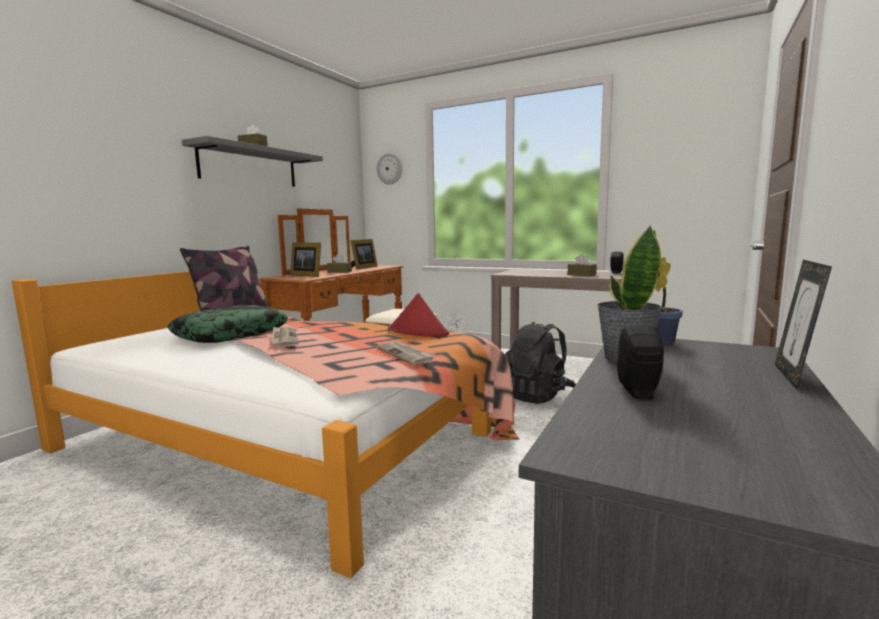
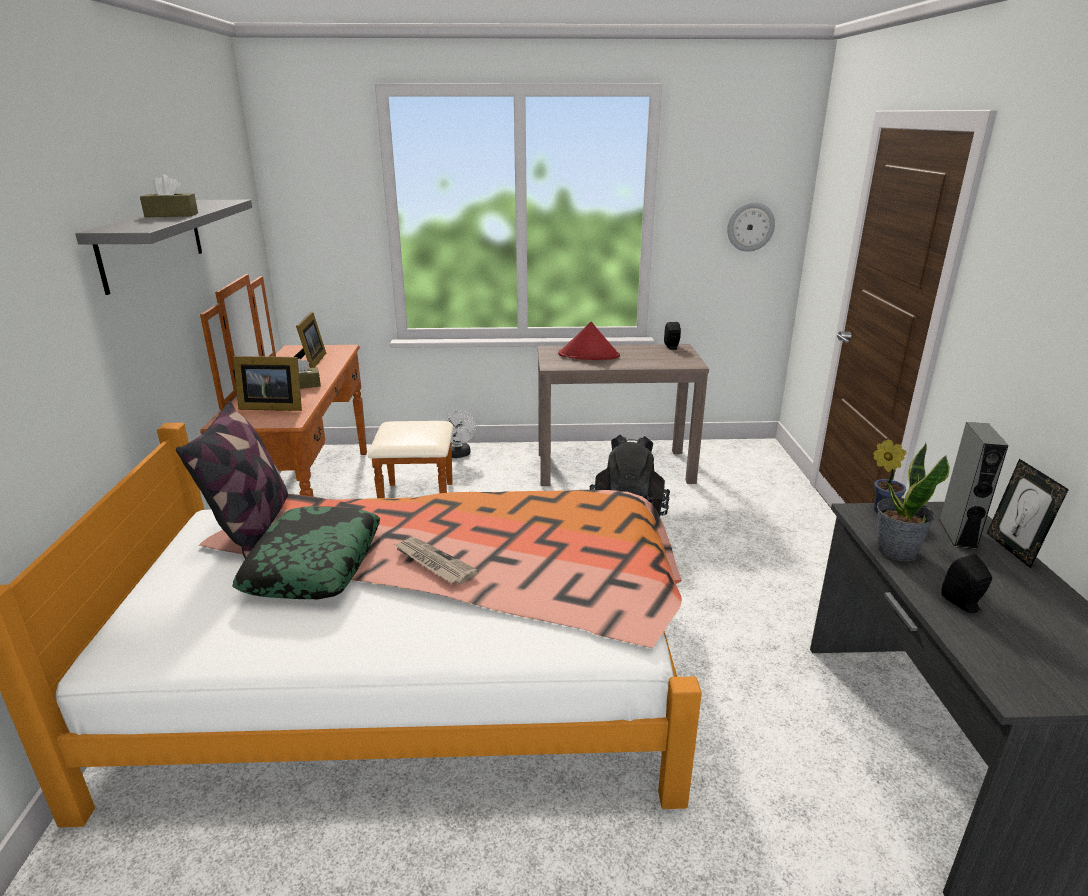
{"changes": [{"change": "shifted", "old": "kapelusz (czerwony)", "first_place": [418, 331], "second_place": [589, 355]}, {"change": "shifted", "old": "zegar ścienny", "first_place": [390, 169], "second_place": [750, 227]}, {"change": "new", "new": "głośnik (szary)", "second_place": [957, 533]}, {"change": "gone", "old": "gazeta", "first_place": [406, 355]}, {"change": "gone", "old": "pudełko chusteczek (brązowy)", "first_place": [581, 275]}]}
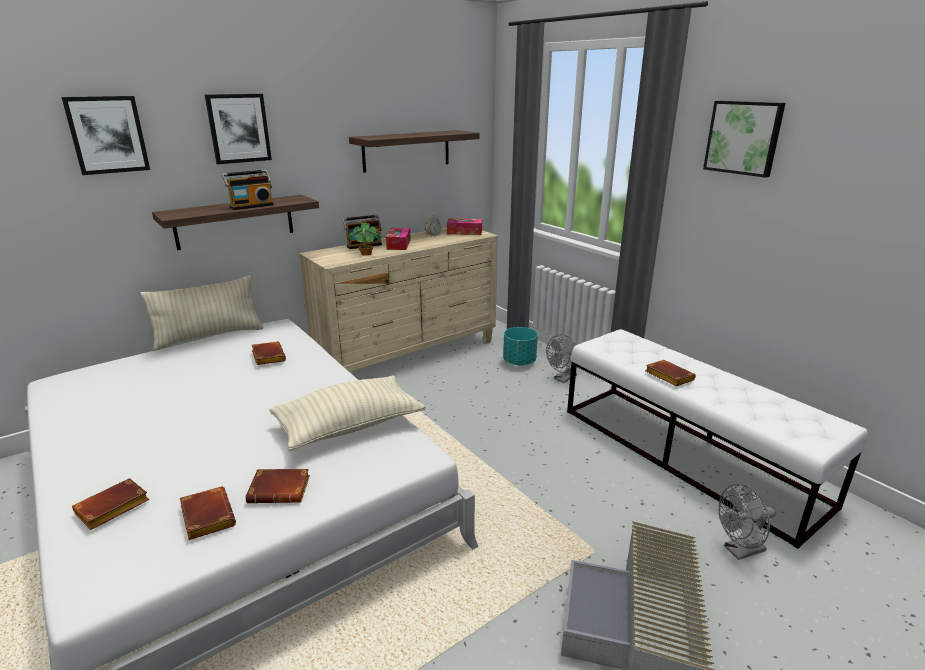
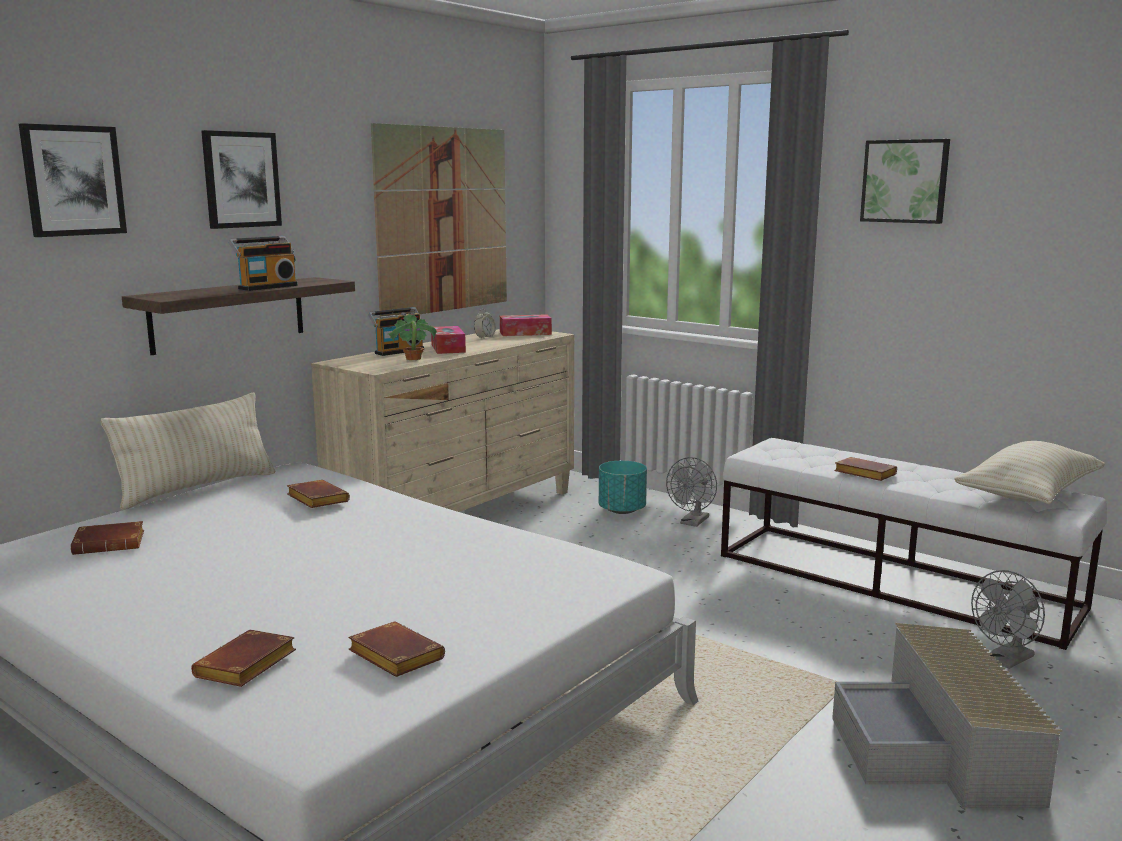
{"changes": [{"change": "shifted", "old": "książka (brązowy)", "first_place": [281, 490], "second_place": [111, 544]}, {"change": "swapped", "old": "półka", "new": "obraz", "first_place": [406, 150], "second_place": [444, 220]}, {"change": "shifted", "old": "poduszka (beżowy)", "first_place": [349, 426], "second_place": [1028, 495]}]}
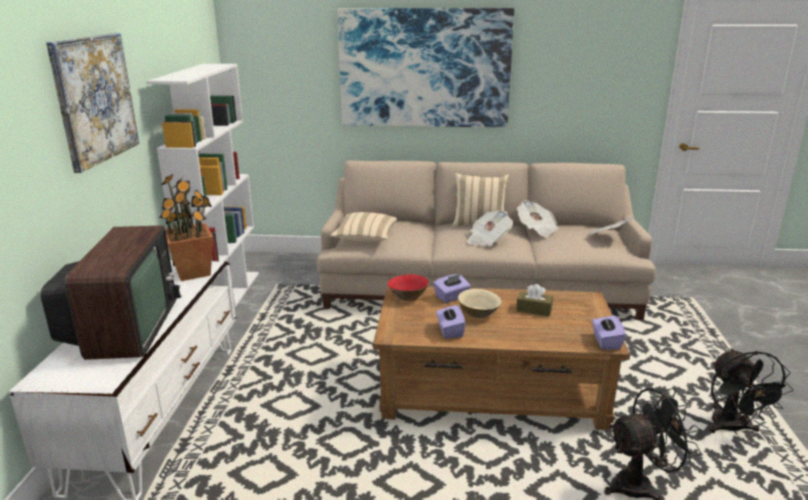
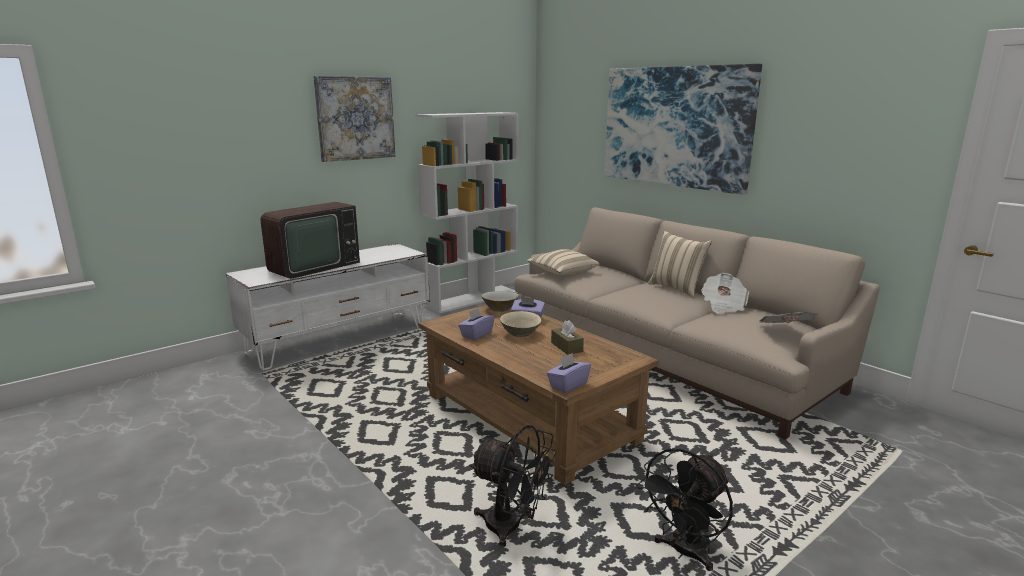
{"changes": [{"change": "repainted", "old": "miska (czerwony)", "new": "miska (beżowy)", "first_place": [408, 296], "second_place": [500, 309]}, {"change": "gone", "old": "roślina doniczkowa", "first_place": [194, 272]}, {"change": "gone", "old": "gazeta", "first_place": [488, 240]}]}
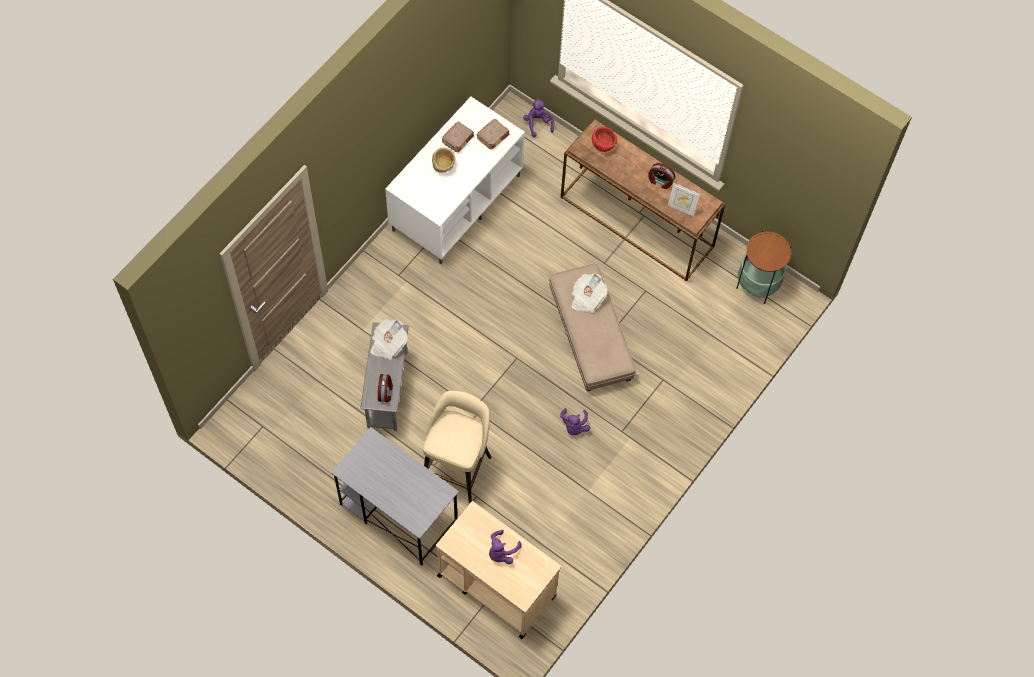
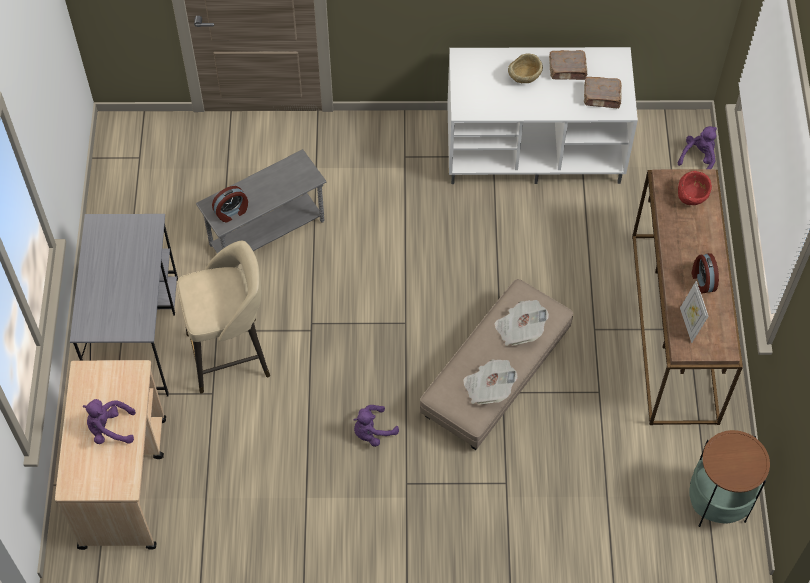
{"changes": [{"change": "shifted", "old": "gazeta", "first_place": [388, 344], "second_place": [488, 388]}]}
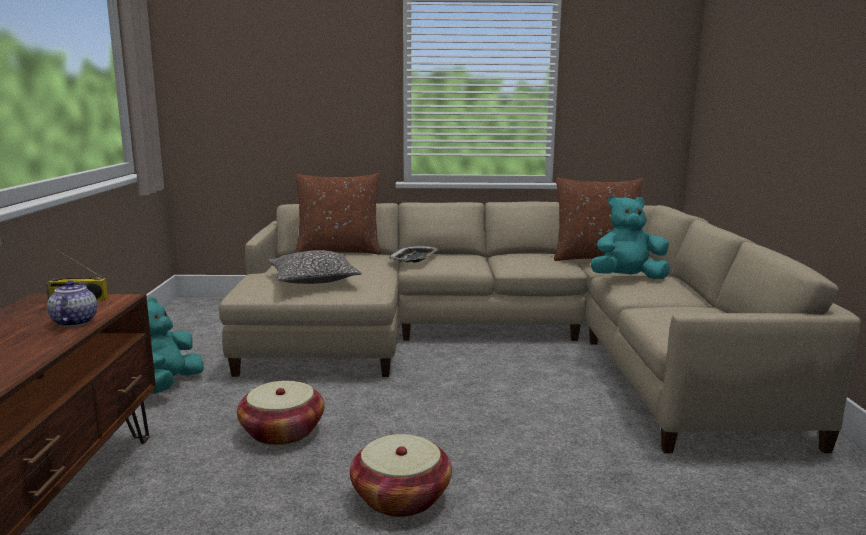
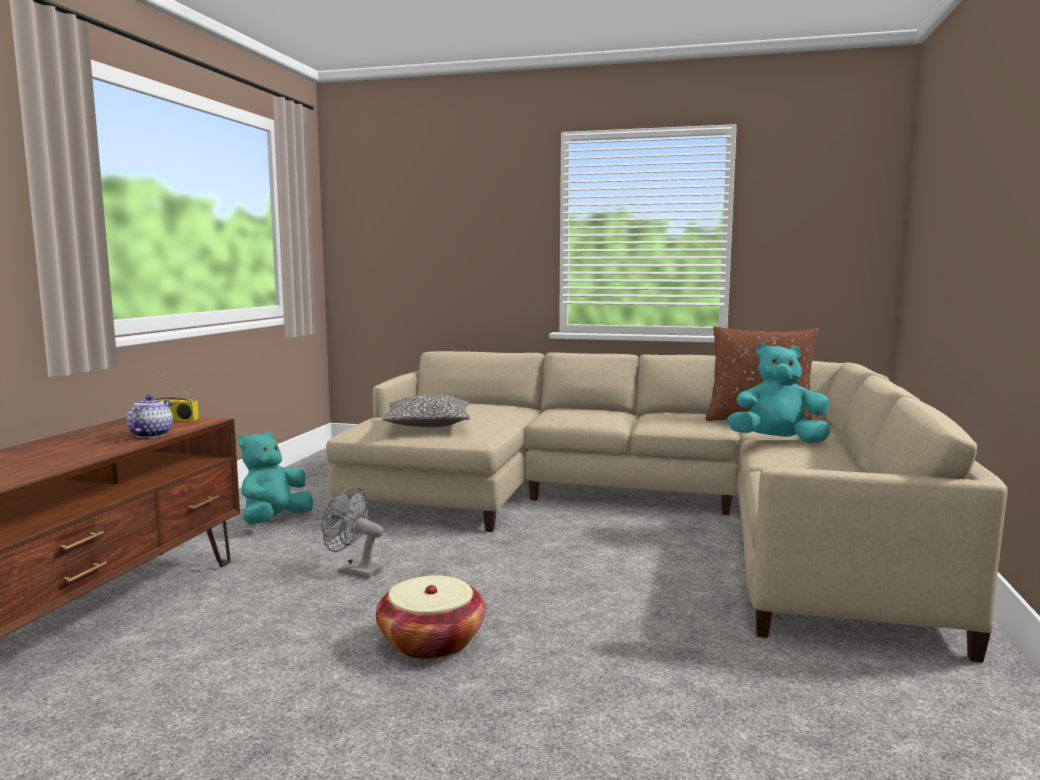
{"changes": [{"change": "swapped", "old": "koszyk", "new": "wentylator (szary)", "first_place": [282, 432], "second_place": [353, 571]}, {"change": "gone", "old": "poduszka (brązowy)", "first_place": [338, 252]}, {"change": "gone", "old": "taca", "first_place": [415, 258]}]}
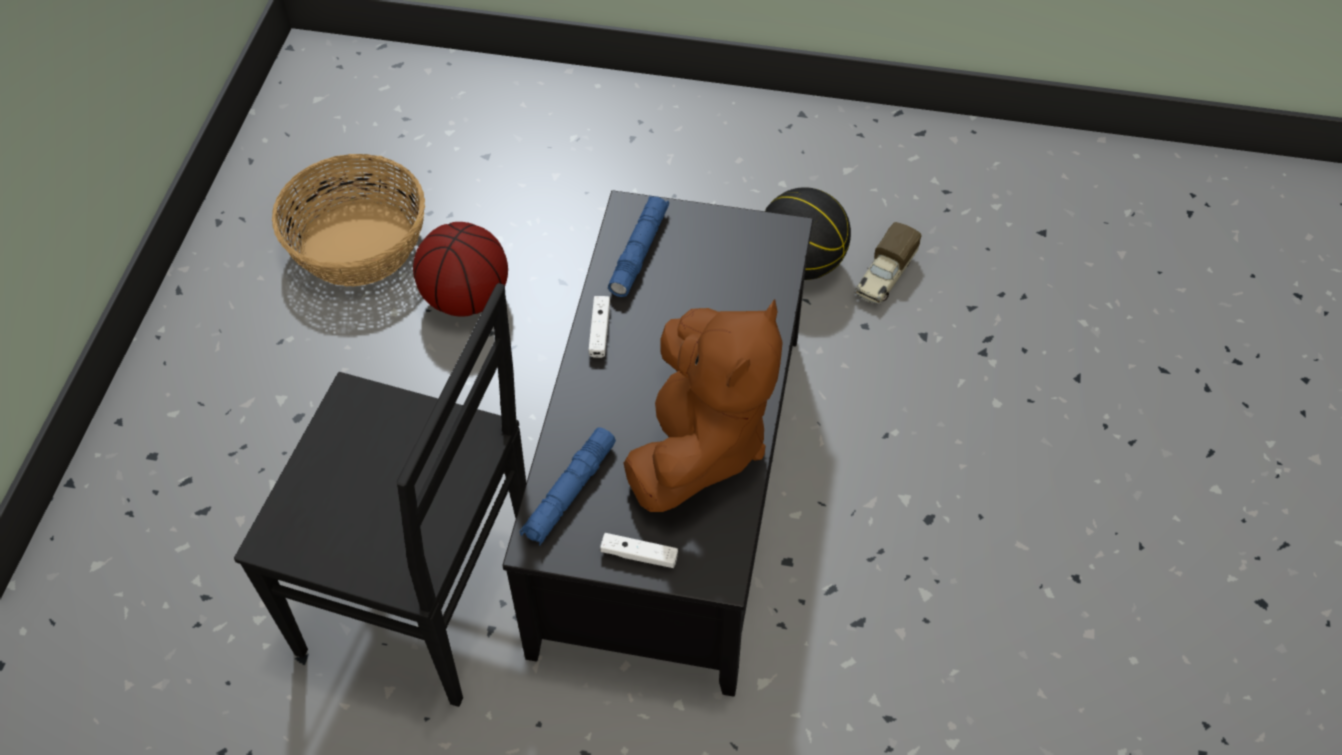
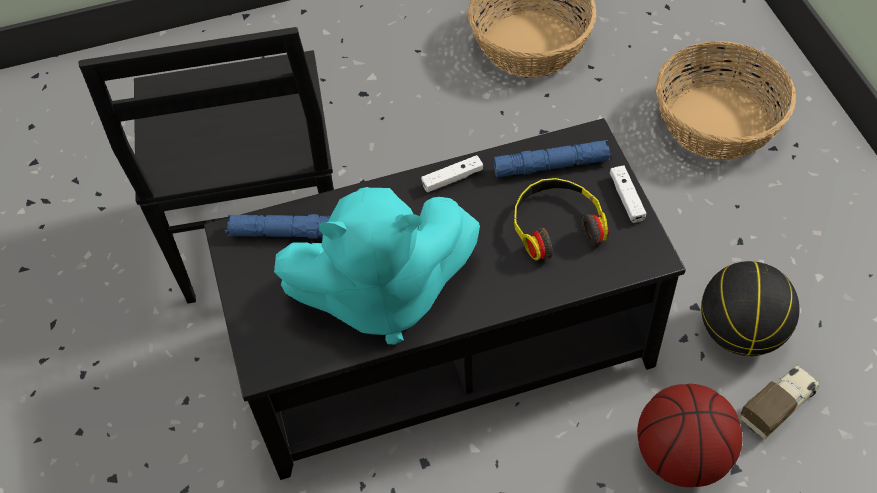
{"changes": [{"change": "repainted", "old": "pluszak (brązowy)", "new": "pluszak (turkusowy)", "first_place": [699, 444], "second_place": [382, 295]}, {"change": "new", "new": "słuchawki", "second_place": [556, 225]}, {"change": "shifted", "old": "pad do gier (biały)", "first_place": [639, 555], "second_place": [626, 198]}, {"change": "shifted", "old": "piłka do koszykówki", "first_place": [467, 297], "second_place": [682, 456]}, {"change": "new", "new": "koszyk", "second_place": [718, 123]}, {"change": "rotated", "old": "ciężarówka zabawkowa", "first_place": [884, 277], "second_place": [778, 406], "degrees": 135}]}
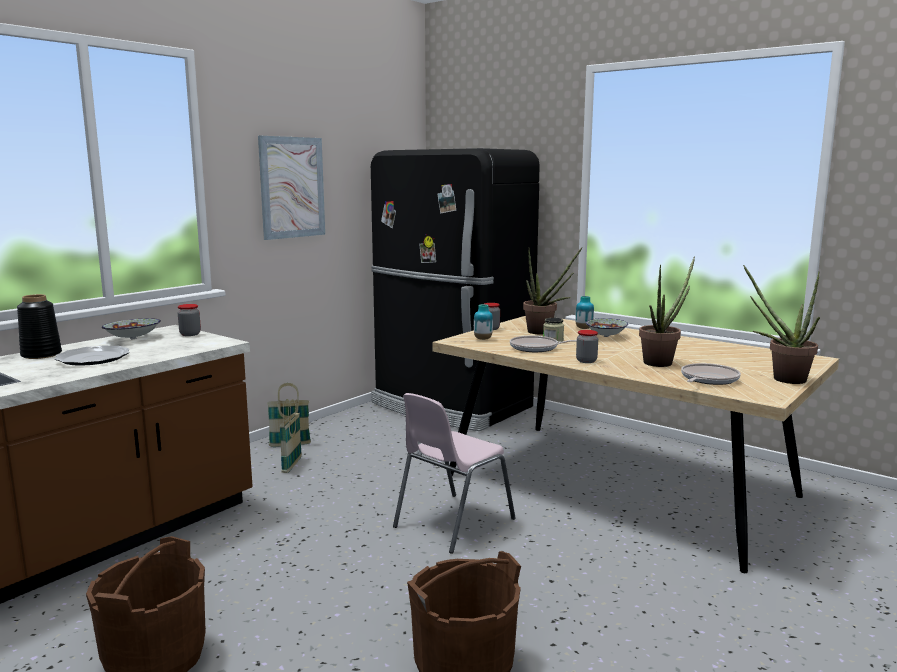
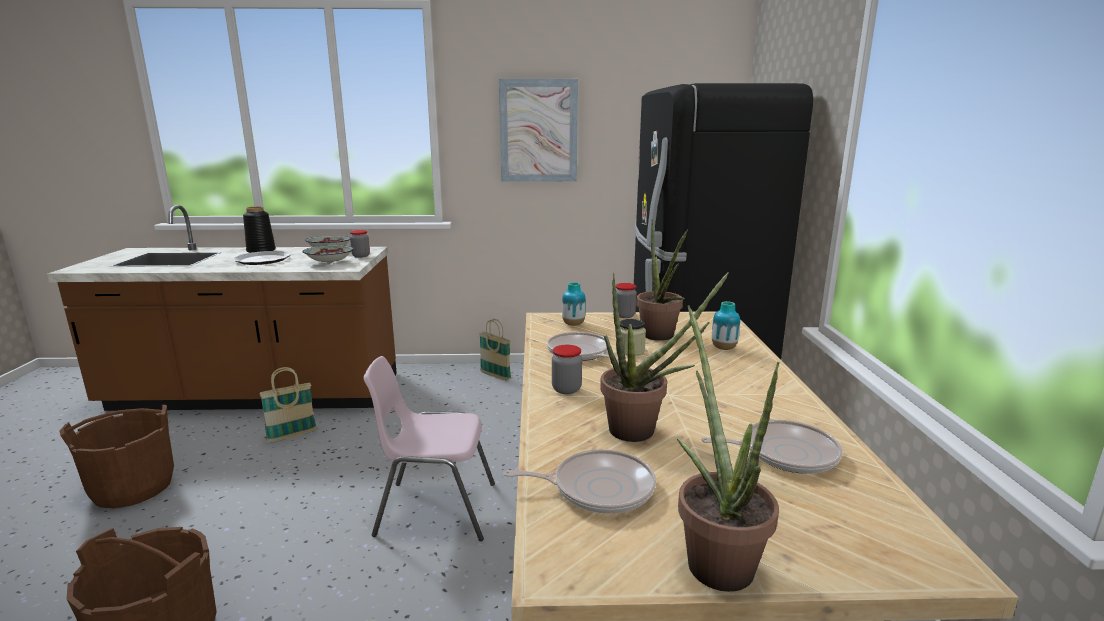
{"changes": [{"change": "shifted", "old": "koszyk", "first_place": [292, 465], "second_place": [292, 436]}, {"change": "shifted", "old": "miska", "first_place": [605, 336], "second_place": [330, 263]}, {"change": "new", "new": "patelnia", "second_place": [784, 453]}]}
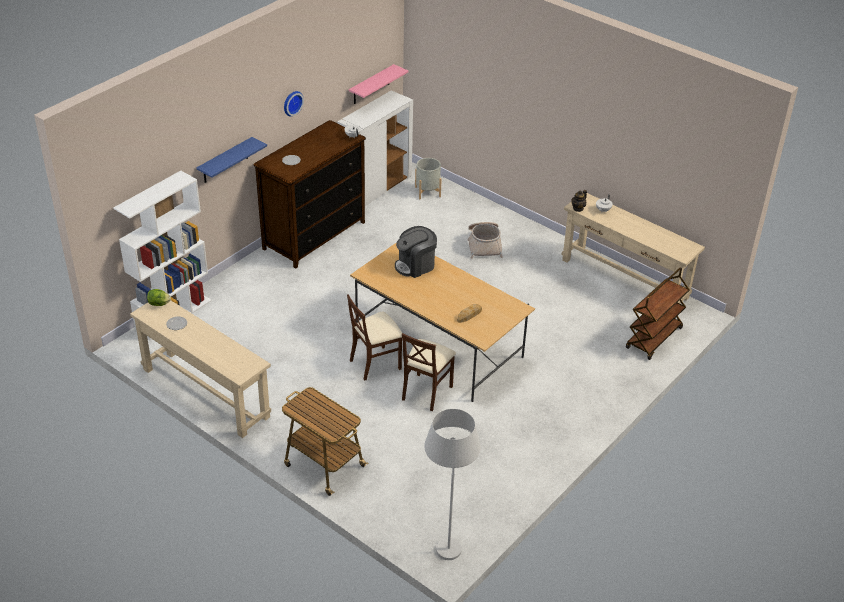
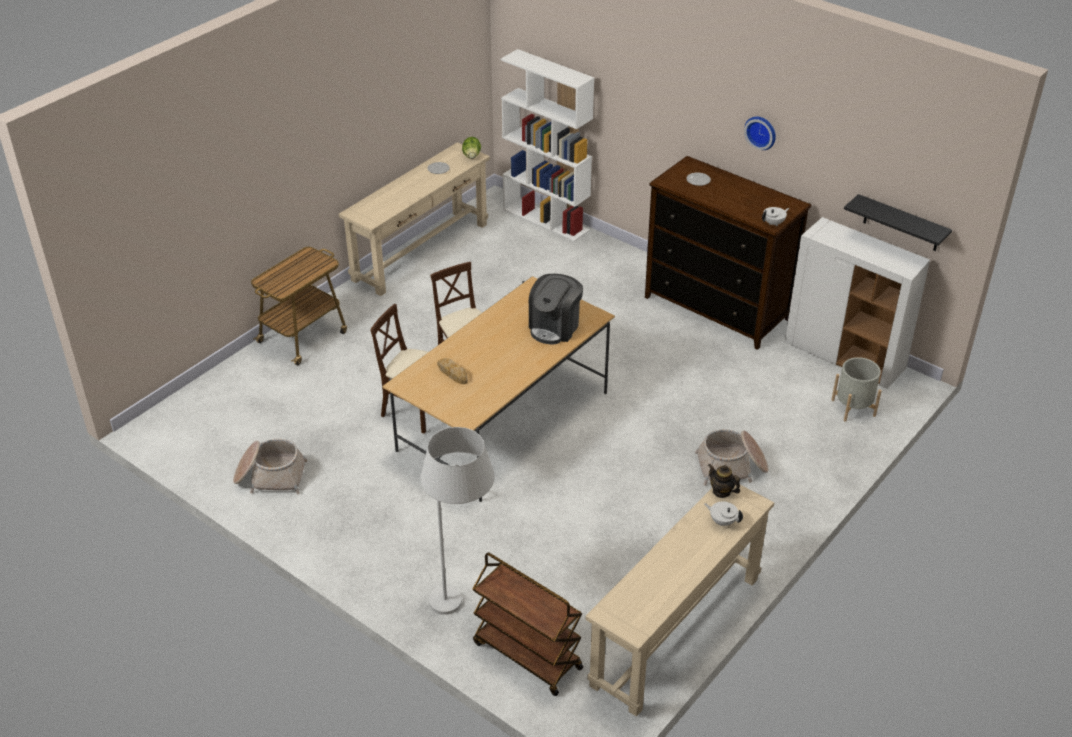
{"changes": [{"change": "new", "new": "koszyk", "second_place": [270, 476]}, {"change": "shifted", "old": "lampa stojąca (biały)", "first_place": [447, 538], "second_place": [464, 600]}, {"change": "rotated", "old": "ekspres do kawy", "first_place": [415, 265], "second_place": [555, 327], "degrees": -120}, {"change": "repainted", "old": "półka (różowy)", "new": "półka (czarny)", "first_place": [371, 85], "second_place": [901, 223]}, {"change": "gone", "old": "półka (niebieski)", "first_place": [225, 161]}]}
